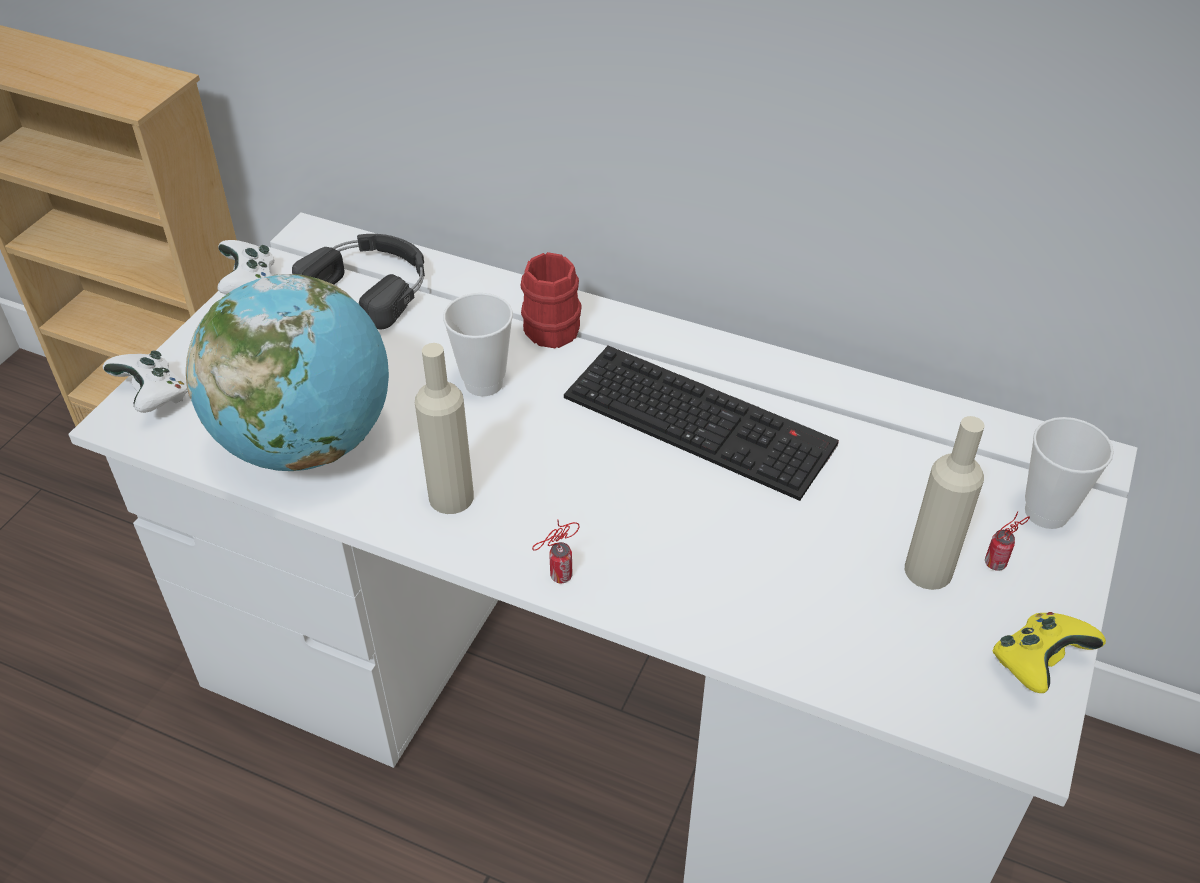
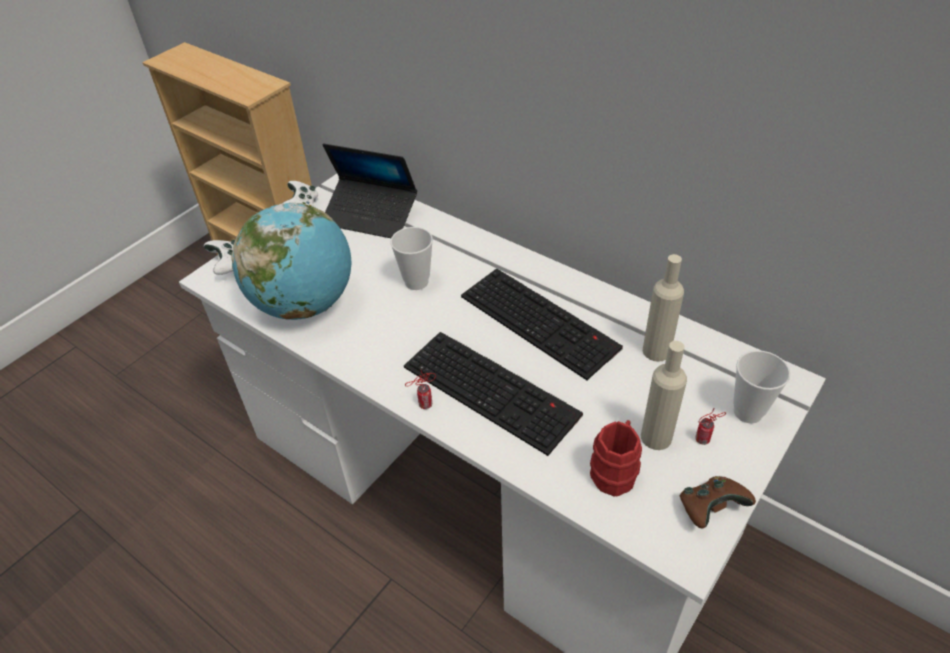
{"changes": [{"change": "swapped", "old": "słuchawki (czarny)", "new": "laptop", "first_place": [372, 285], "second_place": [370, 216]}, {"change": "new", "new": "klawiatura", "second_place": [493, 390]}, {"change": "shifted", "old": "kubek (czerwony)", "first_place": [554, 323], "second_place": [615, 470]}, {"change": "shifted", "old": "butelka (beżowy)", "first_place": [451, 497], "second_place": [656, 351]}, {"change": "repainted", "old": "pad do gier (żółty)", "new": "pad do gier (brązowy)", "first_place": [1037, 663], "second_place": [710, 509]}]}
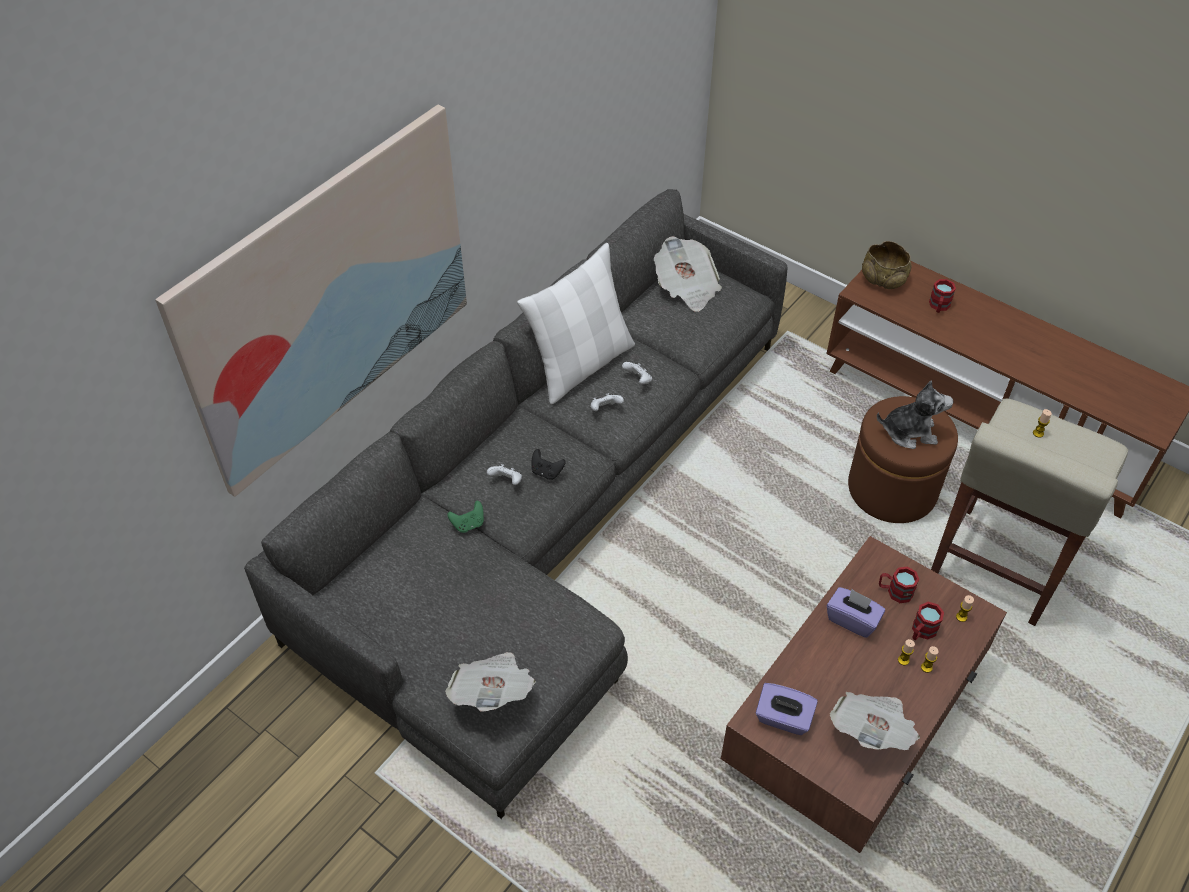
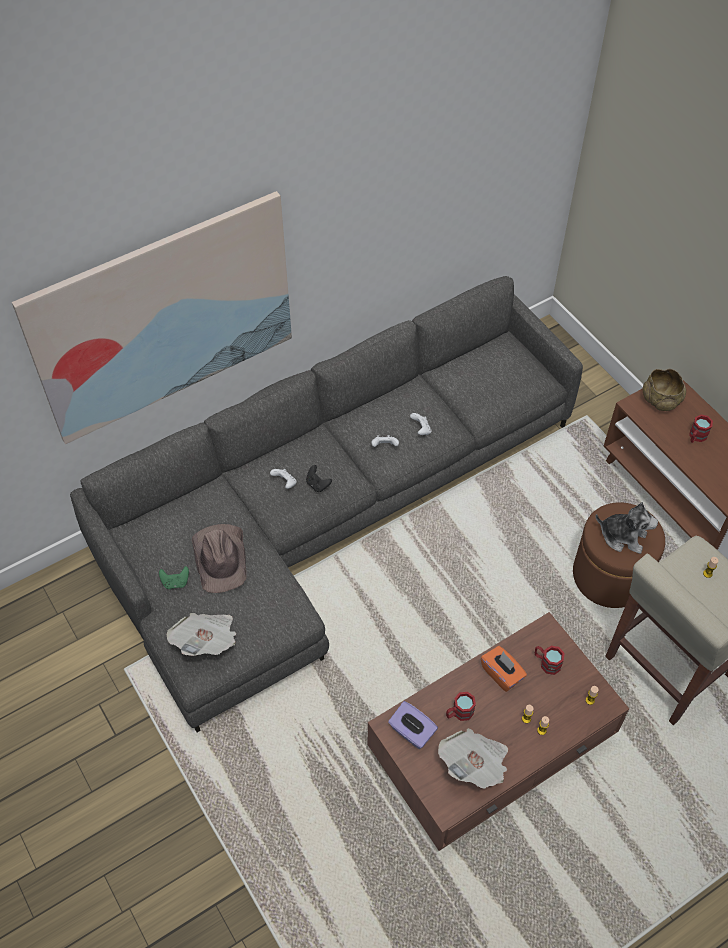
{"changes": [{"change": "shifted", "old": "pad do gier (zielony)", "first_place": [468, 524], "second_place": [175, 582]}, {"change": "new", "new": "kapelusz (brązowy)", "second_place": [221, 558]}, {"change": "shifted", "old": "kubek (czerwony)", "first_place": [921, 632], "second_place": [459, 713]}, {"change": "repainted", "old": "pudełko chusteczek (fioletowy)", "new": "pudełko chusteczek (pomarańczowy)", "first_place": [852, 620], "second_place": [502, 674]}, {"change": "gone", "old": "poduszka (biały)", "first_place": [581, 365]}, {"change": "gone", "old": "gazeta", "first_place": [686, 288]}]}
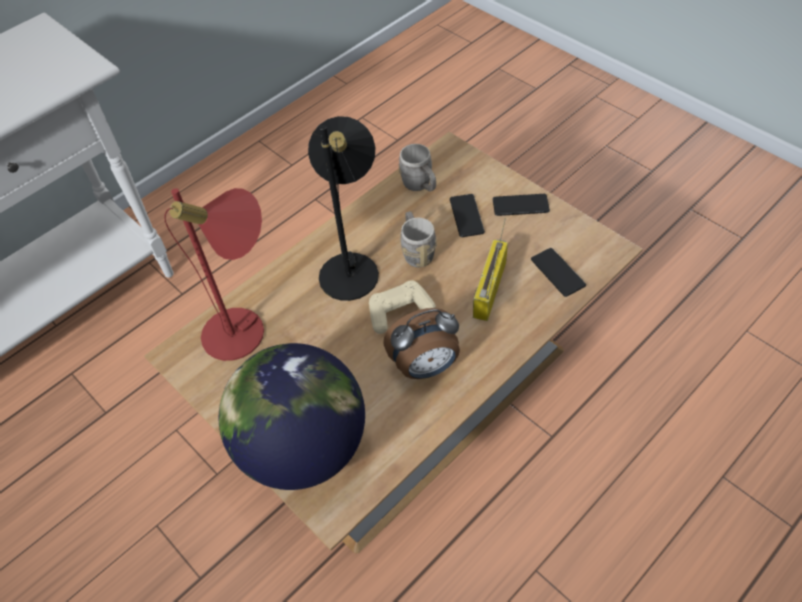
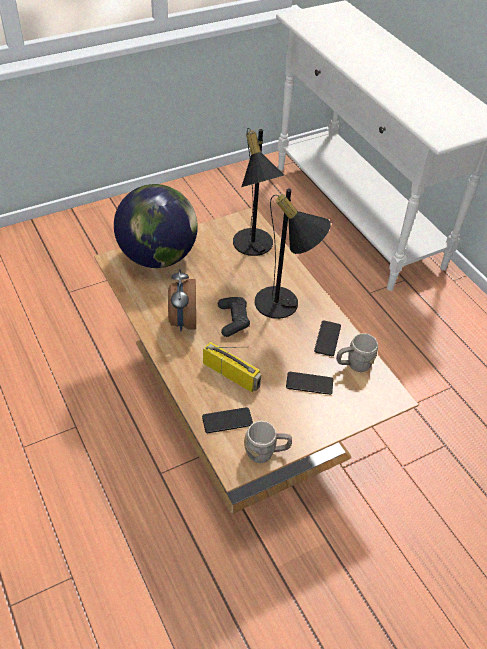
{"changes": [{"change": "repainted", "old": "pad do gier (beżowy)", "new": "pad do gier (czarny)", "first_place": [399, 311], "second_place": [233, 320]}, {"change": "repainted", "old": "lampa stołowa (czerwony)", "new": "lampa stołowa (czarny)", "first_place": [245, 329], "second_place": [254, 247]}, {"change": "shifted", "old": "kubek (szary)", "first_place": [416, 251], "second_place": [266, 452]}, {"change": "shifted", "old": "telefon", "first_place": [520, 205], "second_place": [327, 338]}]}
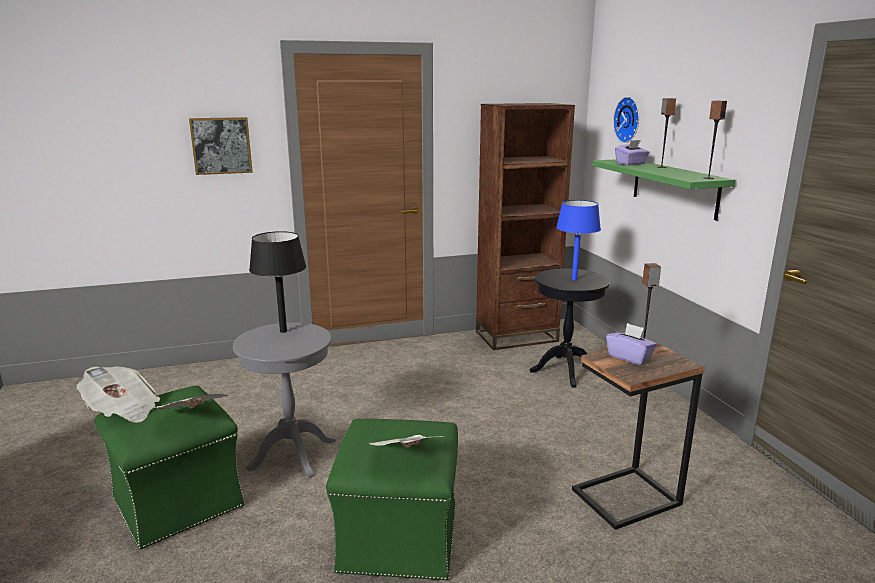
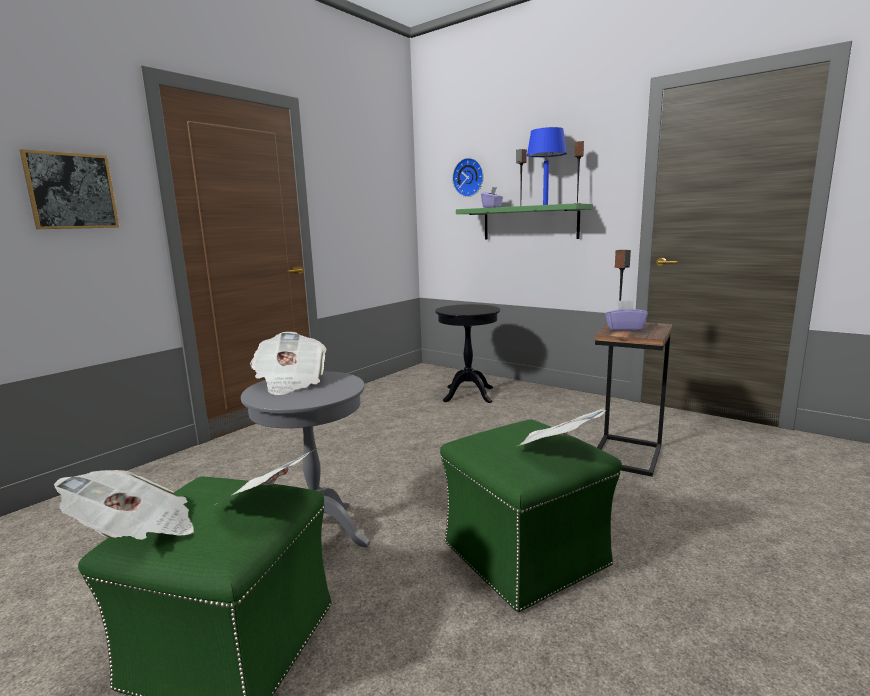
{"changes": [{"change": "swapped", "old": "lampa stołowa (czarny)", "new": "gazeta", "first_place": [283, 331], "second_place": [290, 382]}, {"change": "shifted", "old": "lampa stołowa (niebieski)", "first_place": [574, 279], "second_place": [545, 205]}, {"change": "gone", "old": "regał (brązowy)", "first_place": [516, 336]}]}
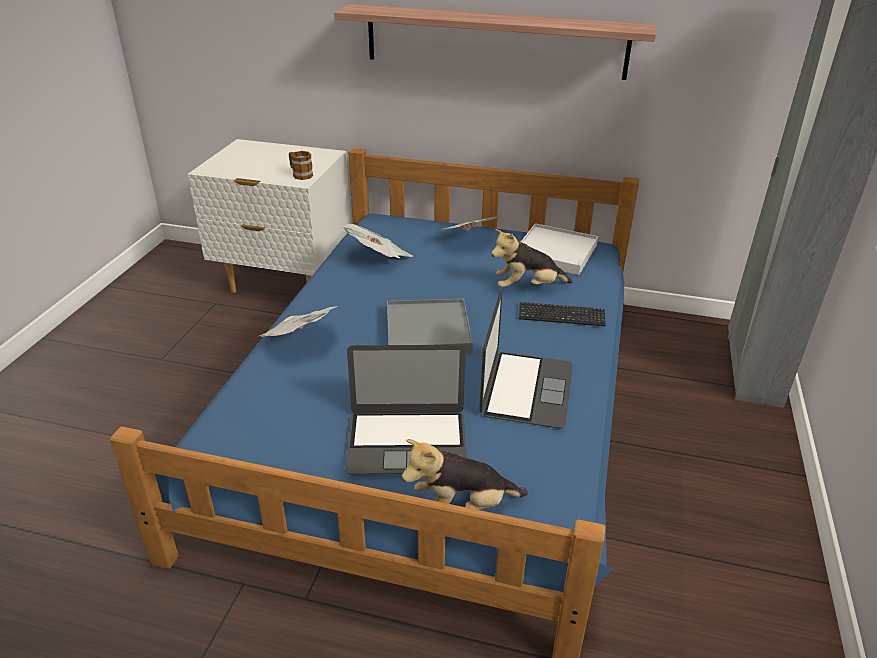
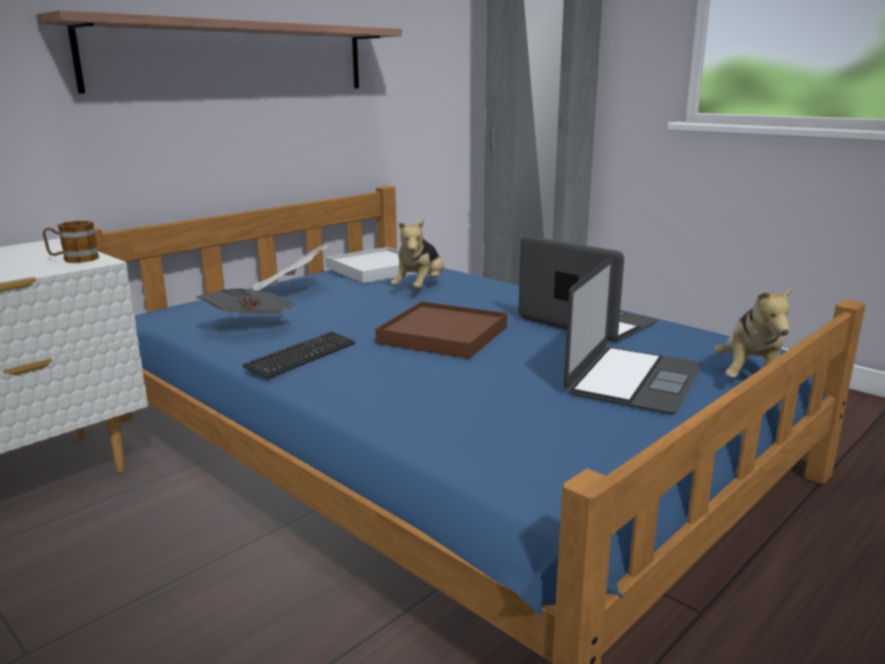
{"changes": [{"change": "shifted", "old": "klawiatura", "first_place": [561, 316], "second_place": [301, 357]}, {"change": "repainted", "old": "taca (szary)", "new": "taca (brązowy)", "first_place": [428, 331], "second_place": [443, 335]}, {"change": "gone", "old": "gazeta", "first_place": [299, 339]}]}
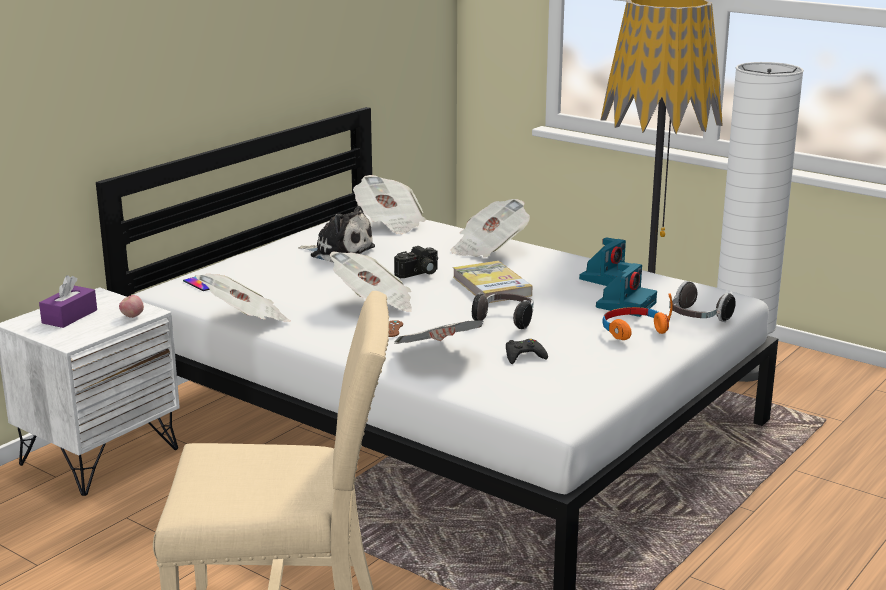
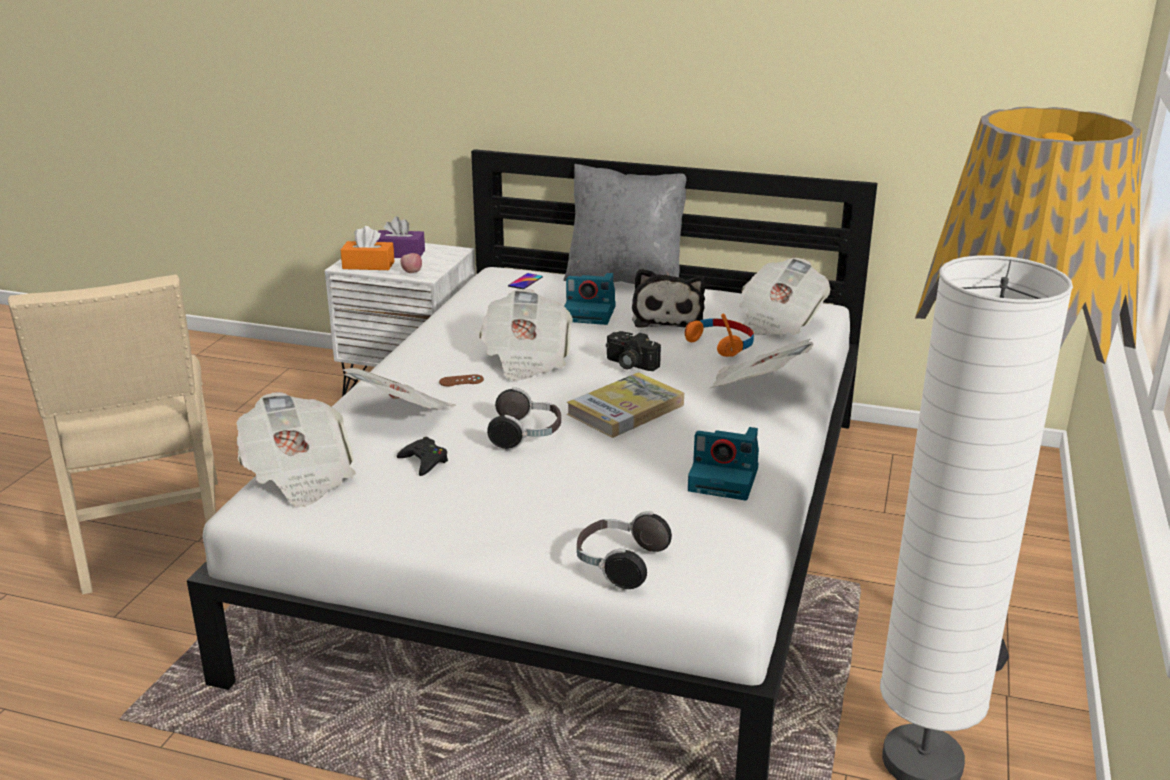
{"changes": [{"change": "shifted", "old": "gazeta", "first_place": [246, 320], "second_place": [299, 476]}, {"change": "new", "new": "pudełko chusteczek (pomarańczowy)", "second_place": [368, 265]}, {"change": "new", "new": "poduszka (szary)", "second_place": [625, 279]}, {"change": "shifted", "old": "aparat fotograficzny", "first_place": [626, 304], "second_place": [591, 313]}, {"change": "shifted", "old": "słuchawki (pomarańczowy)", "first_place": [633, 330], "second_place": [721, 344]}]}
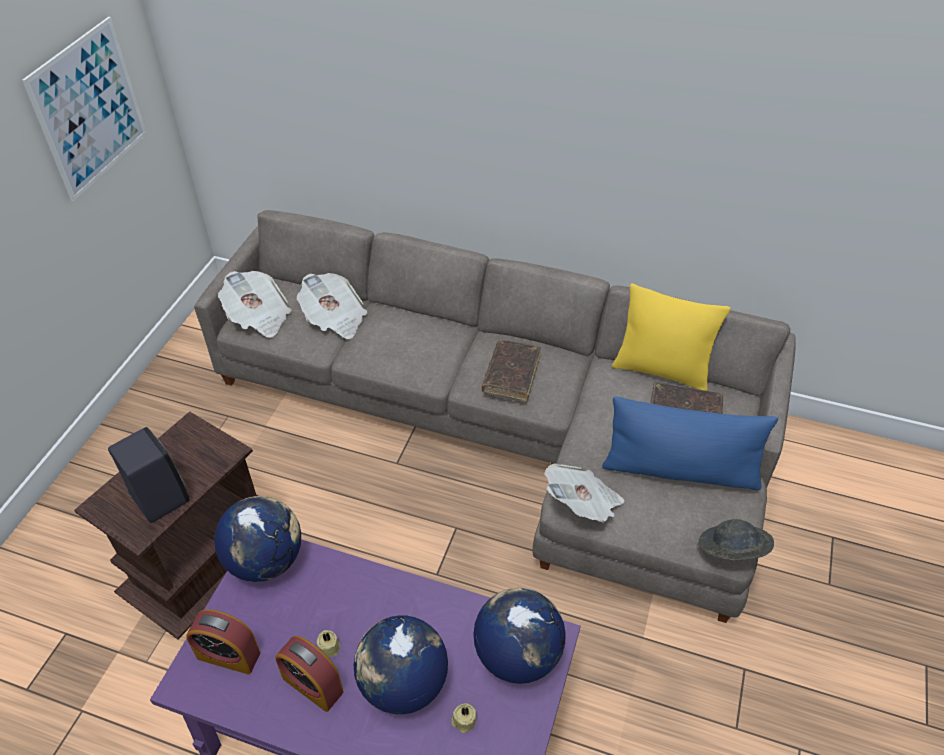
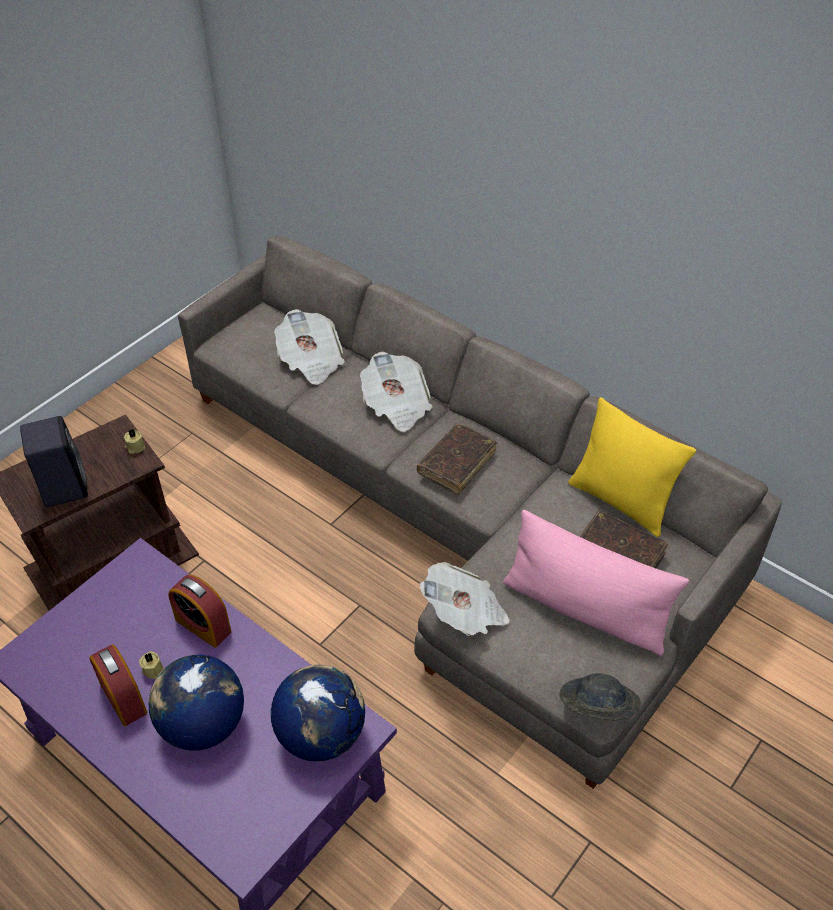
{"changes": [{"change": "shifted", "old": "świeca (beżowy)", "first_place": [463, 721], "second_place": [135, 447]}, {"change": "shifted", "old": "budzik", "first_place": [228, 655], "second_place": [203, 625]}, {"change": "shifted", "old": "gazeta", "first_place": [258, 317], "second_place": [396, 405]}, {"change": "repainted", "old": "poduszka (niebieski)", "new": "poduszka (różowy)", "first_place": [680, 470], "second_place": [585, 609]}, {"change": "gone", "old": "obraz", "first_place": [89, 109]}, {"change": "gone", "old": "globus", "first_place": [265, 560]}]}
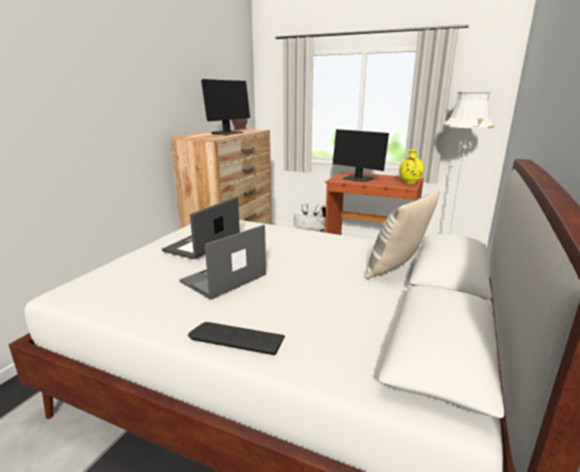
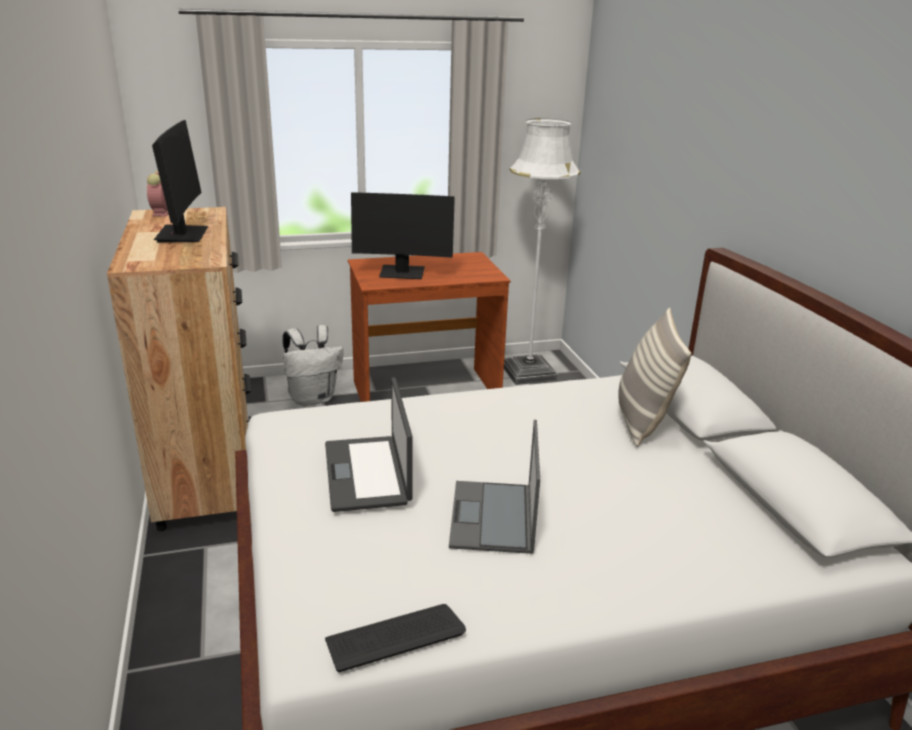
{"changes": [{"change": "shifted", "old": "klawiatura", "first_place": [237, 338], "second_place": [394, 638]}, {"change": "gone", "old": "wazon (żółty)", "first_place": [409, 183]}]}
